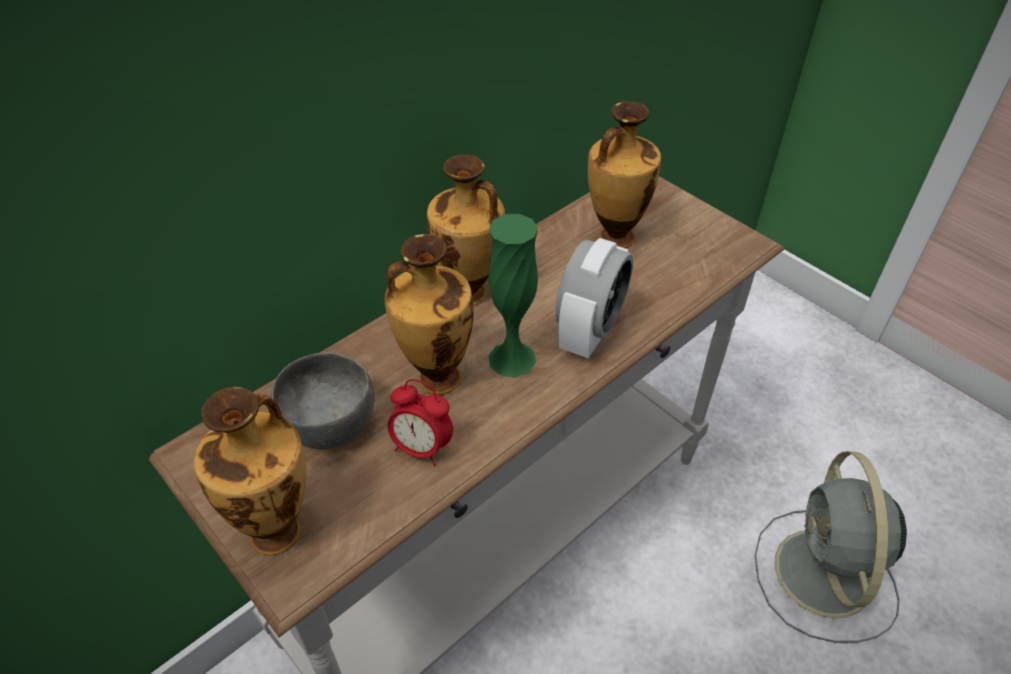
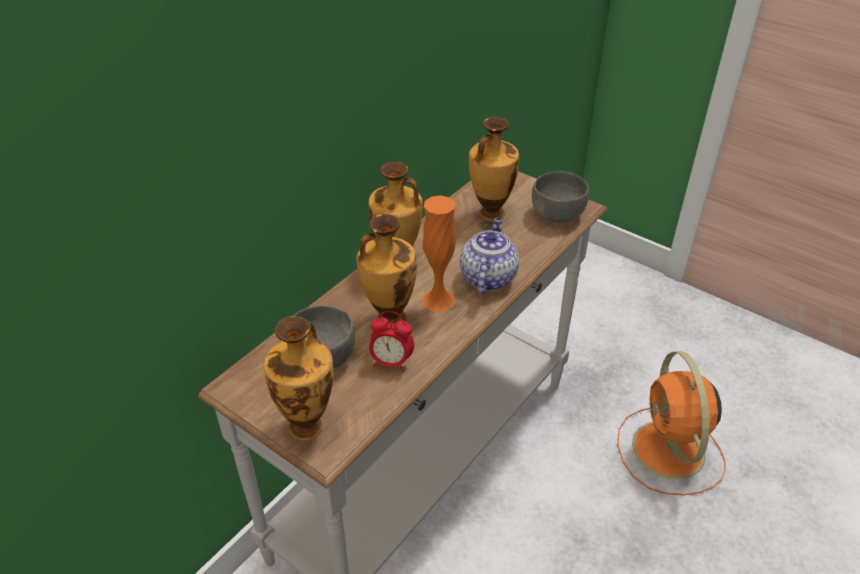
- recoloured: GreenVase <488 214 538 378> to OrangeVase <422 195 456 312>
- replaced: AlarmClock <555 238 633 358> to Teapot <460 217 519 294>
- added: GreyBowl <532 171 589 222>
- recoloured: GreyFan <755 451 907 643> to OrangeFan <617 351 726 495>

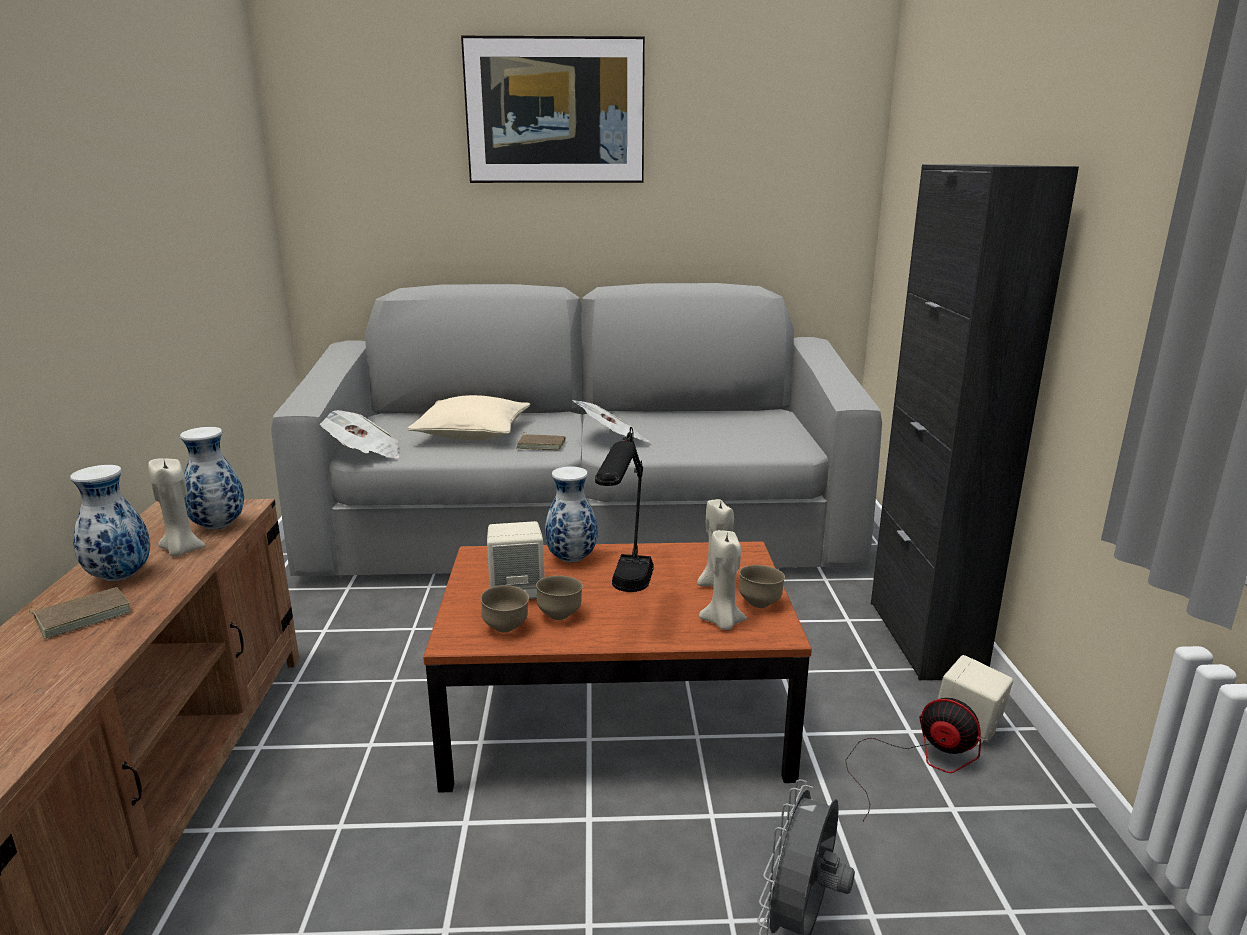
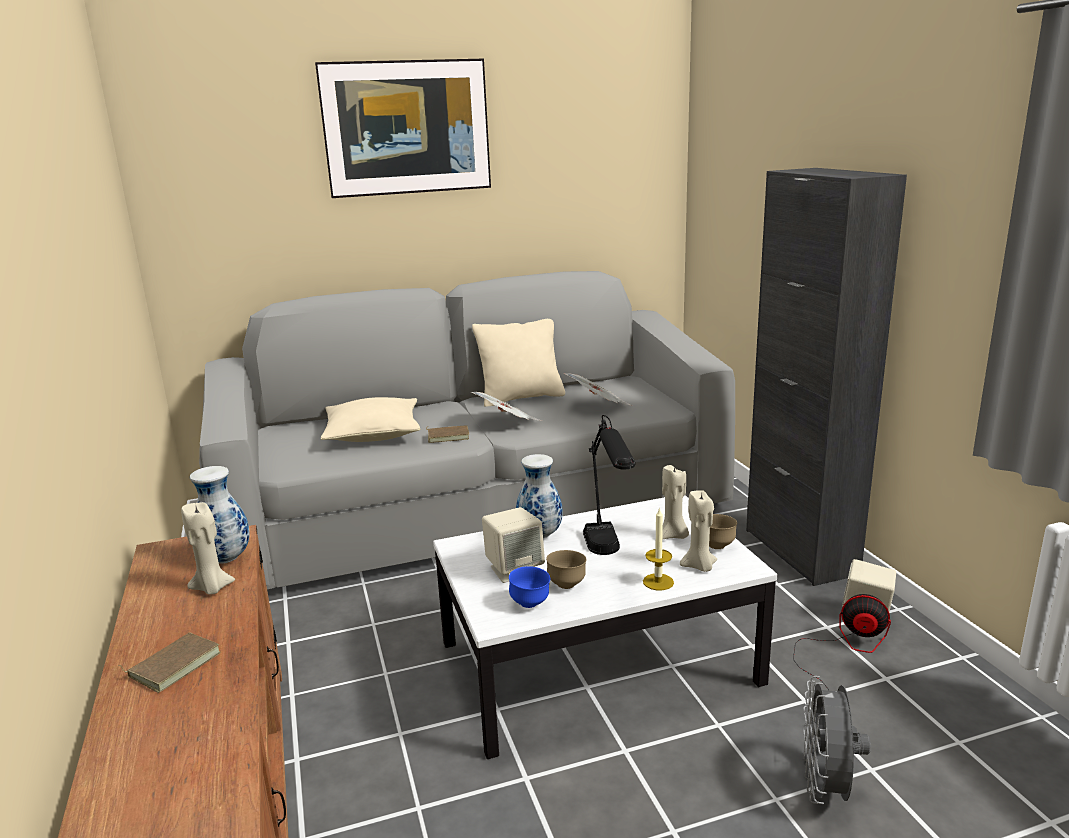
- recoloured: BrownCoffeeTable <423 541 812 793> to WhiteCoffeeTable <433 495 777 759>
- added: BeigePillow <472 319 565 407>
- recoloured: BrownBowl <481 585 529 632> to BlueBowl <509 566 550 608>
- moved: Newspaper <320 410 399 459> to <564 373 630 405>
- added: Candle <643 507 674 590>
- removed: Vase <70 465 150 581>

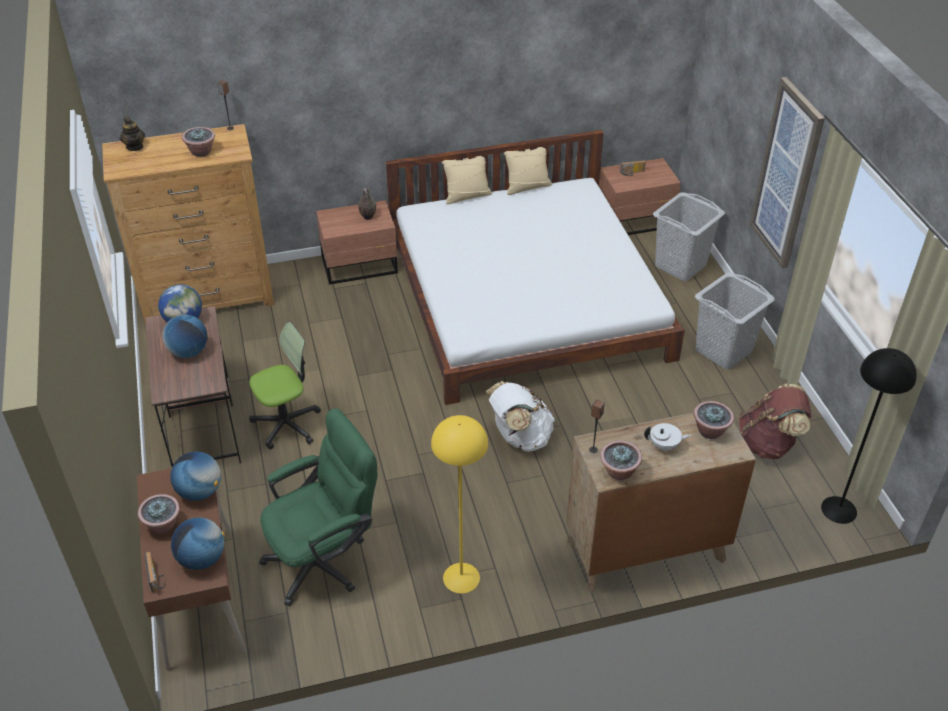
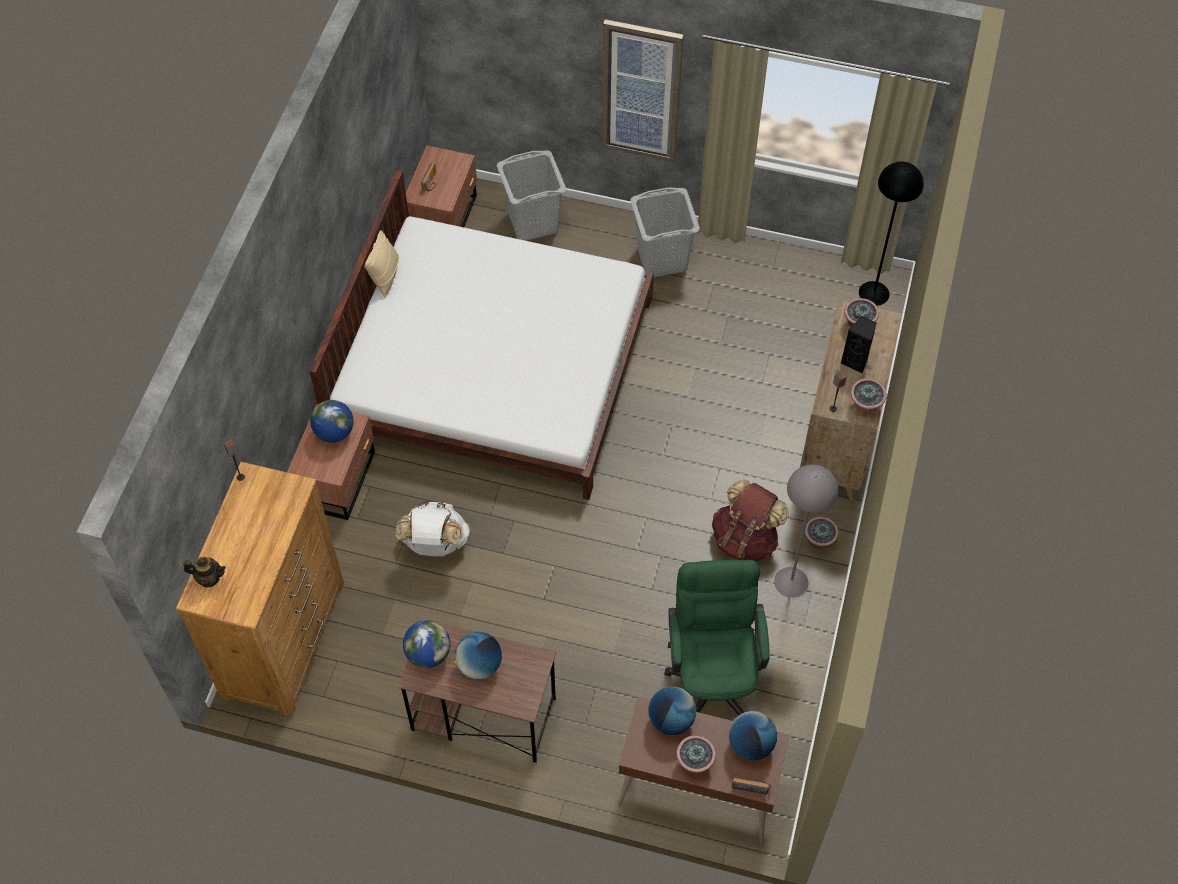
- replaced: Vase <358 188 376 220> to Globe <310 400 353 443>
- moved: WhiteBackpack <486 381 555 452> to <396 501 470 556>
- moved: BrownBackpack <739 384 812 459> to <712 479 789 561>
- recoloured: YellowFloorLamp <431 415 488 594> to GreyFloorLamp <774 464 838 598>
- moved: PottedPlant <182 127 215 157> to <805 517 839 549>
- replaced: WhiteTeapot <644 423 691 451> to BlackSpeaker <841 316 877 373>
- removed: OfficeChair <249 322 321 449>
- removed: BeigePillow <442 156 492 204>

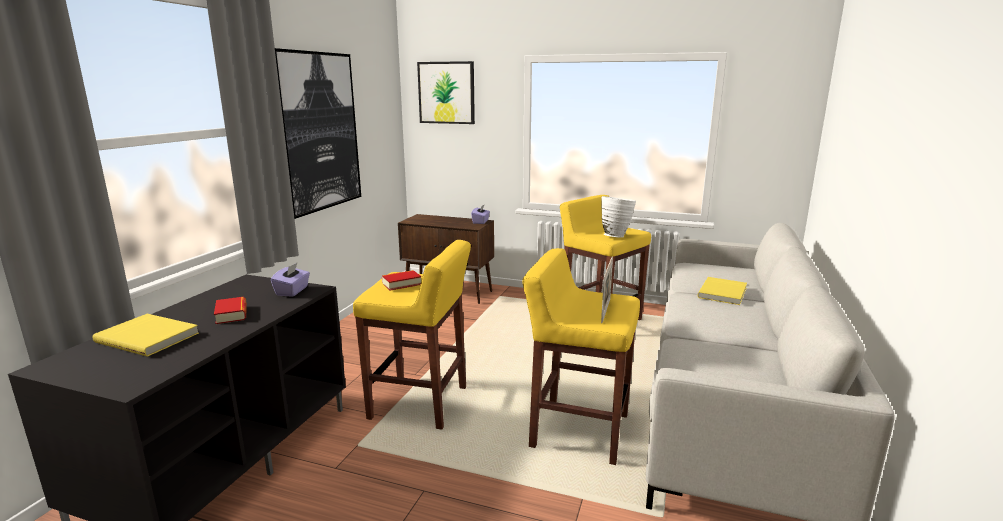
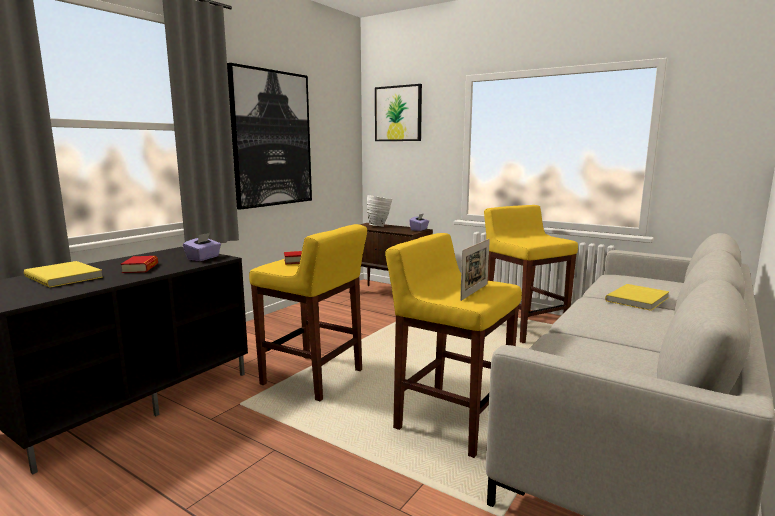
- moved: WhiteVase <601 196 636 237> to <367 195 392 227>

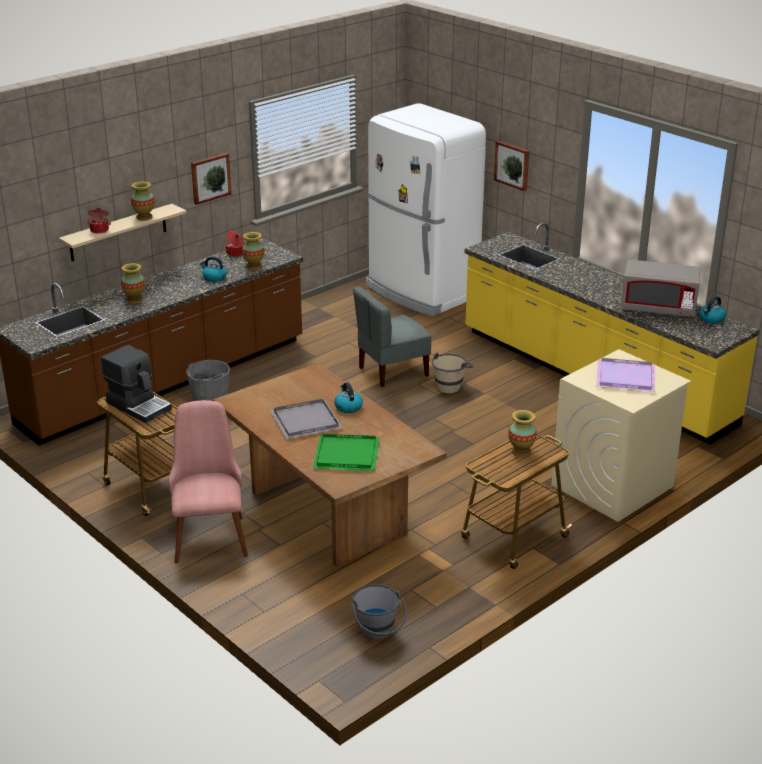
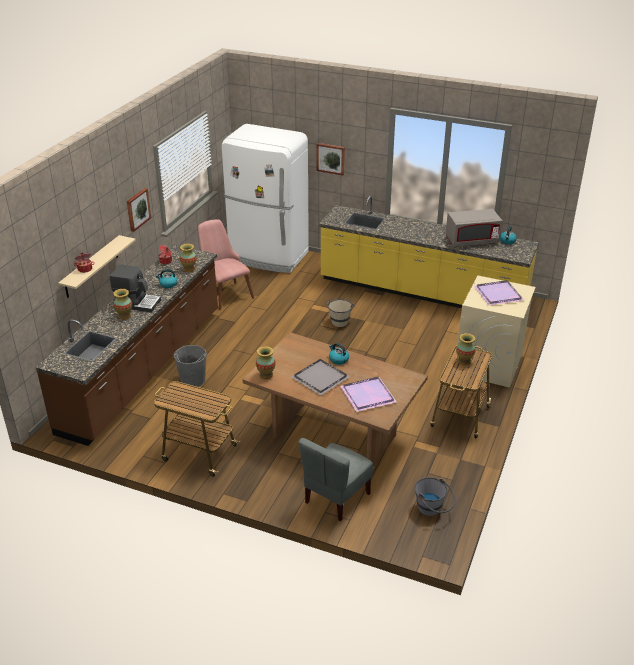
- moved: CoffeeMachine <101 345 172 423> to <110 264 161 313>
- moved: PinkChair <168 400 248 563> to <198 219 254 310>
- moved: Vase <131 181 155 221> to <256 346 275 379>
- moved: GreyChair <353 286 431 387> to <298 438 373 521>
- recoloured: GreenTray <313 434 380 471> to PurpleTray <340 377 397 412>

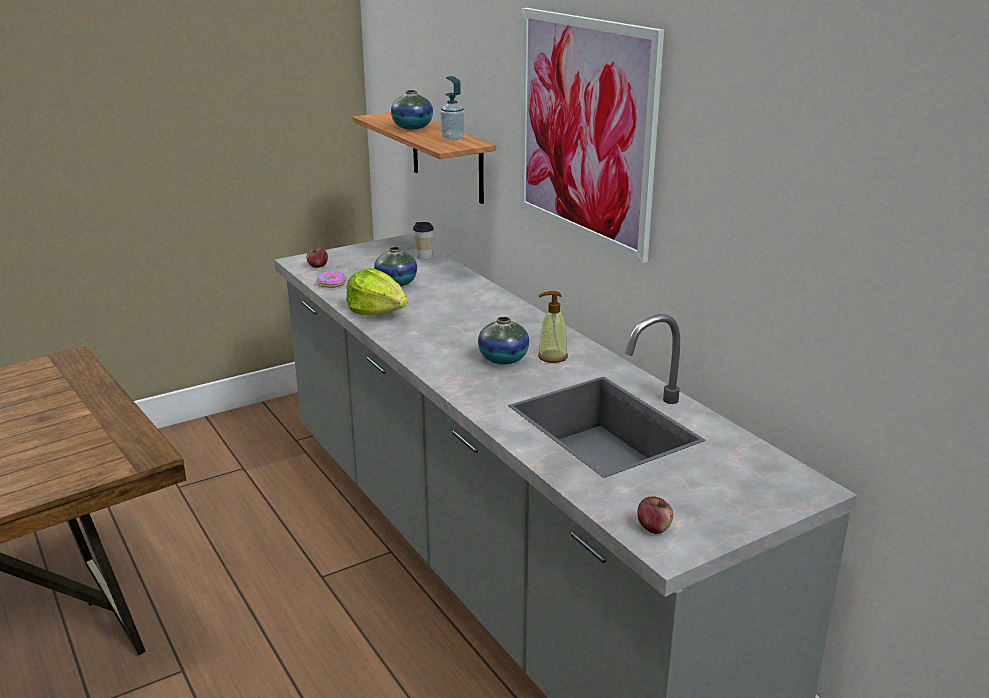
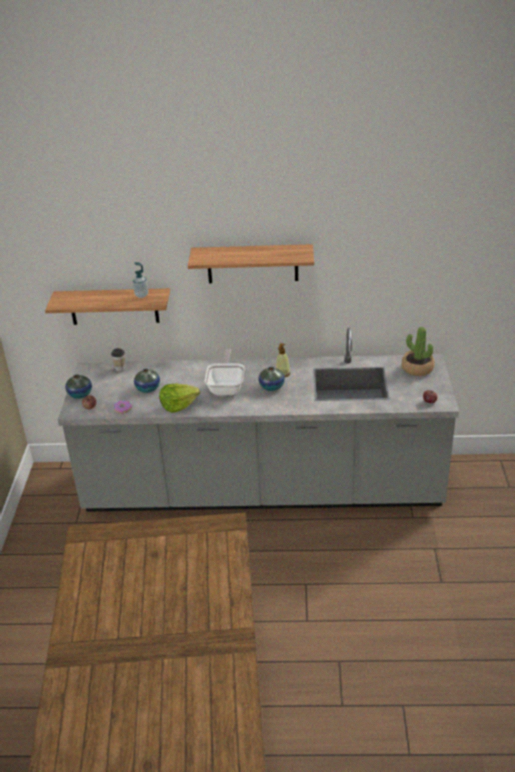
- moved: Vase <391 90 433 129> to <65 374 92 399>
- replaced: Picture <520 8 664 263> to Shelf <188 244 314 283>
- added: FryingPan <205 349 245 395>
- added: PottedPlant <402 327 434 376>

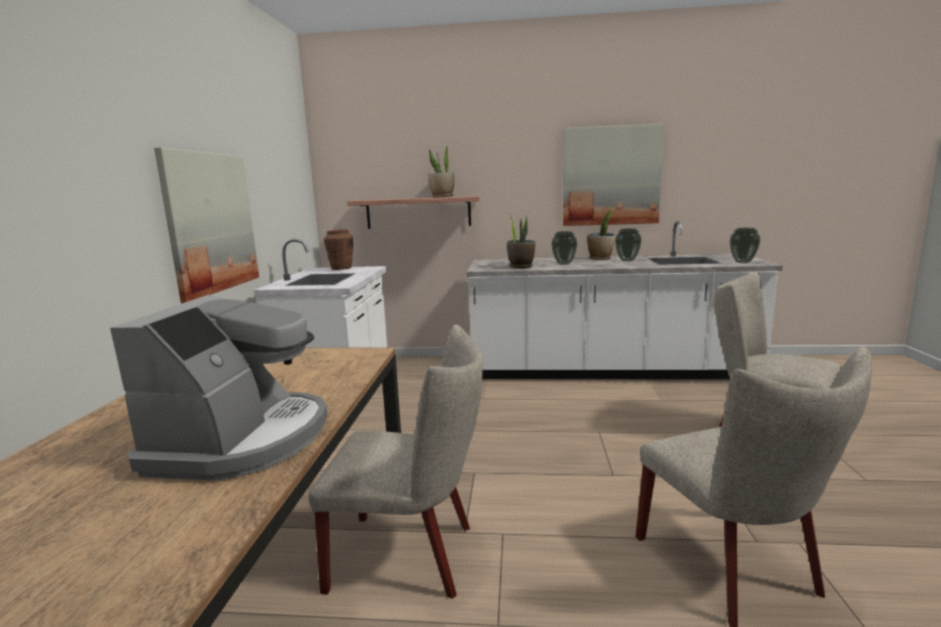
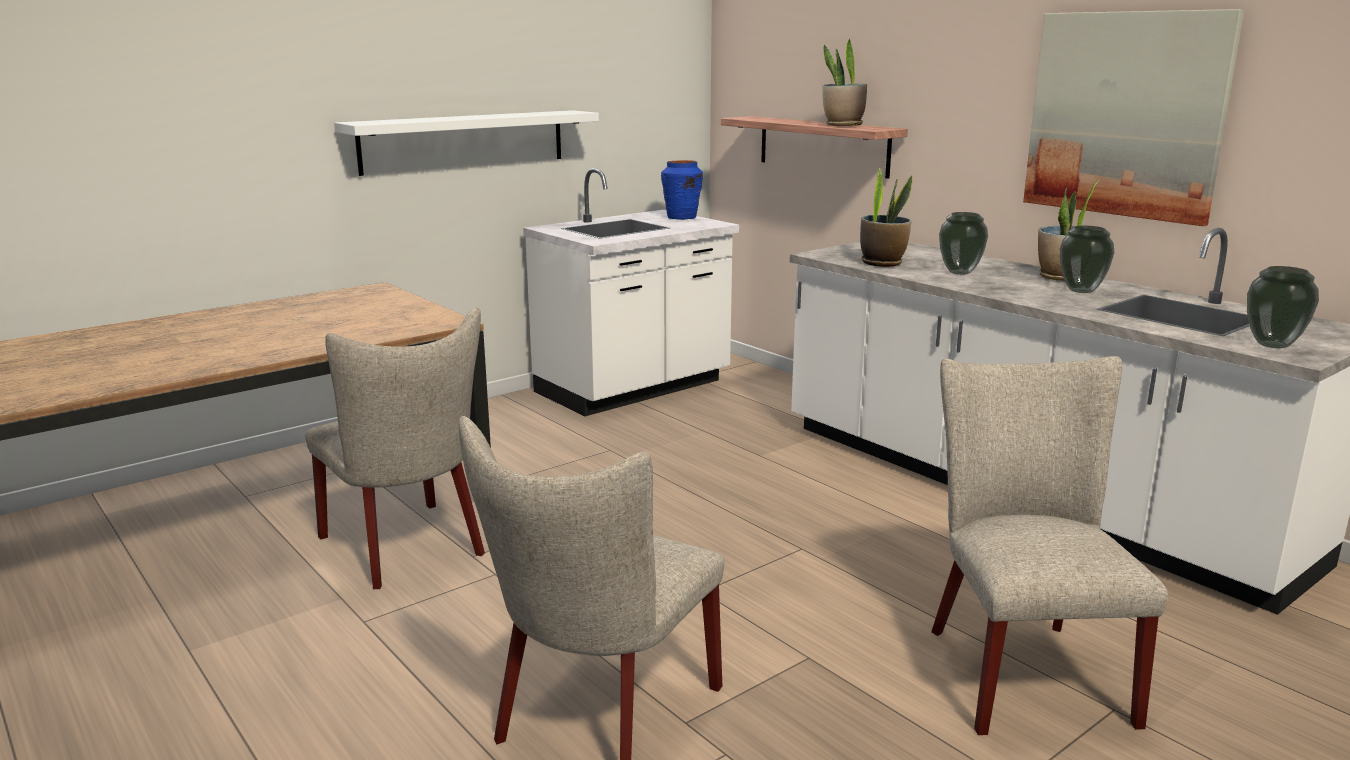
- replaced: Picture <154 148 259 303> to WhiteShelf <334 110 599 176>
- recoloured: BrownVase <324 230 353 270> to BlueVase <661 160 703 220>
- removed: CoffeeMachine <110 295 328 480>

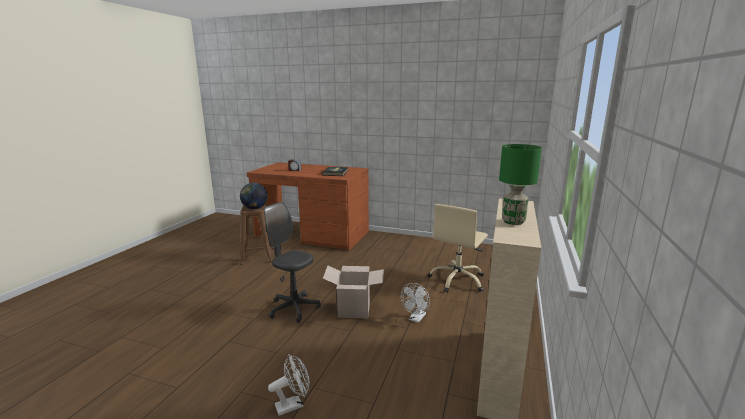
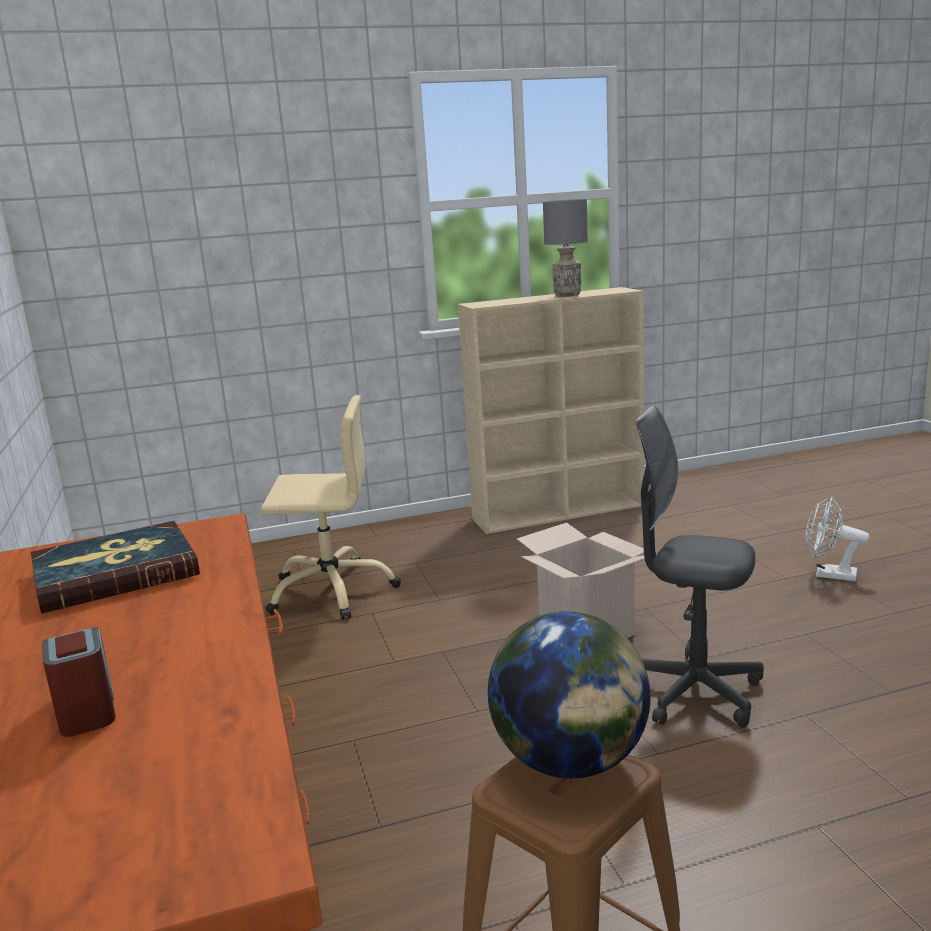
- recoloured: GreenTableLamp <499 144 542 225> to GreyTableLamp <543 199 588 297>
- turned: GreyOfficeChair <264 202 321 323> = <635 406 764 728> 120 degrees clockwise
- removed: WhiteFan <401 283 430 323>

